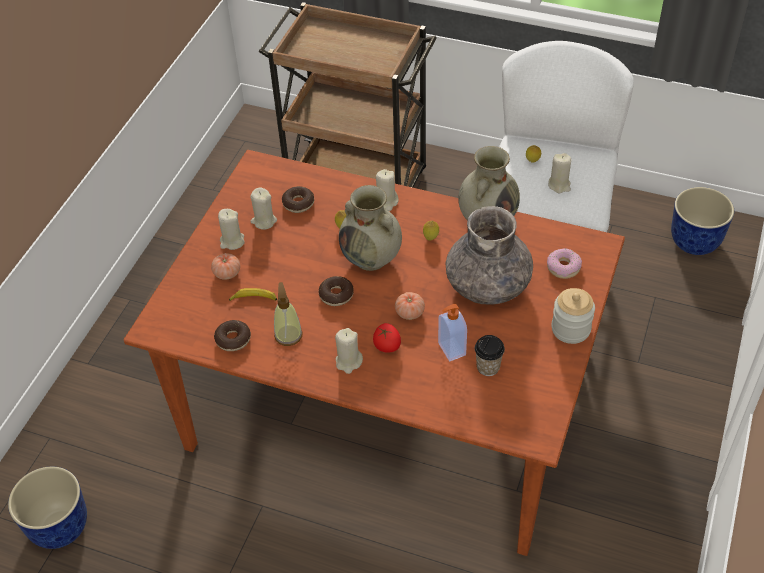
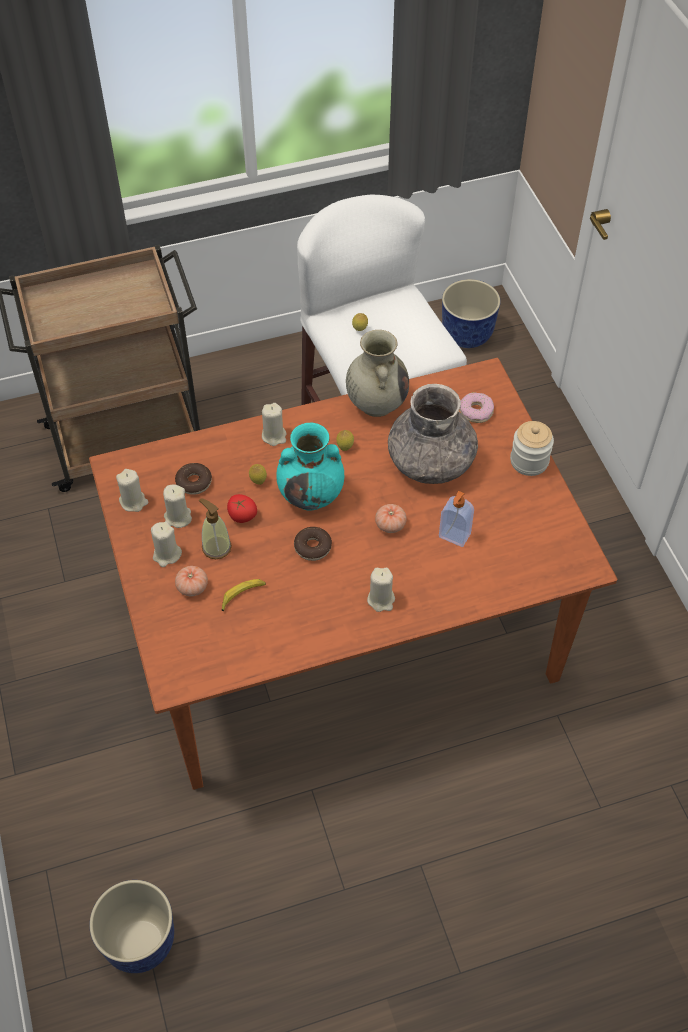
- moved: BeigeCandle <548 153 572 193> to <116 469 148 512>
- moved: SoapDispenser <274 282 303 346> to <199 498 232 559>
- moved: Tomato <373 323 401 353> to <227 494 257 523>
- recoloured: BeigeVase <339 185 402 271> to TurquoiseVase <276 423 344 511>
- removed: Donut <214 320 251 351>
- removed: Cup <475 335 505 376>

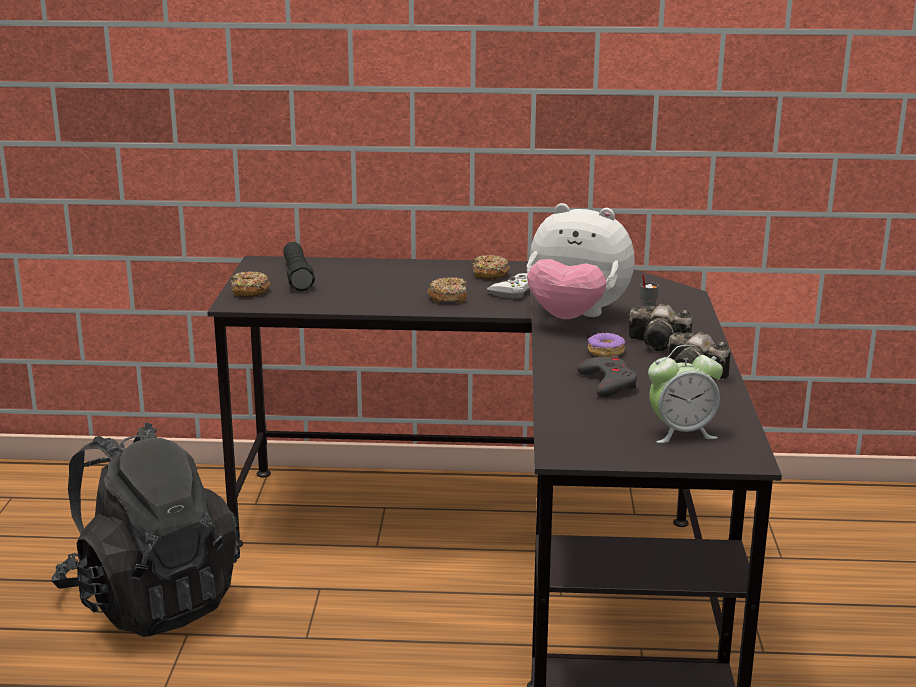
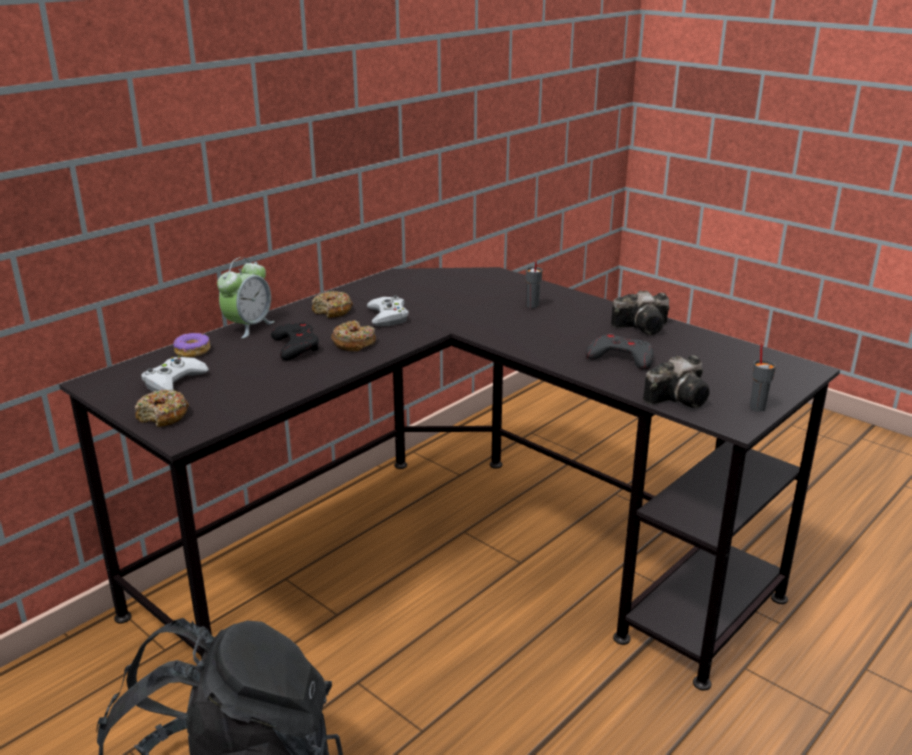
- replaced: BlackFlashlight <283 242 315 291> to WhiteGameController <141 356 209 392>
- moved: Donut <588 332 625 357> to <173 333 210 357>
- moved: AlarmClock <648 345 723 443> to <217 257 275 338>
- added: BlackGameController <271 322 319 360>
- moved: PhotoCamera <628 303 692 351> to <643 355 709 408>
- added: GreyCup <750 344 776 412>
- removed: PlushToy <527 203 635 319>

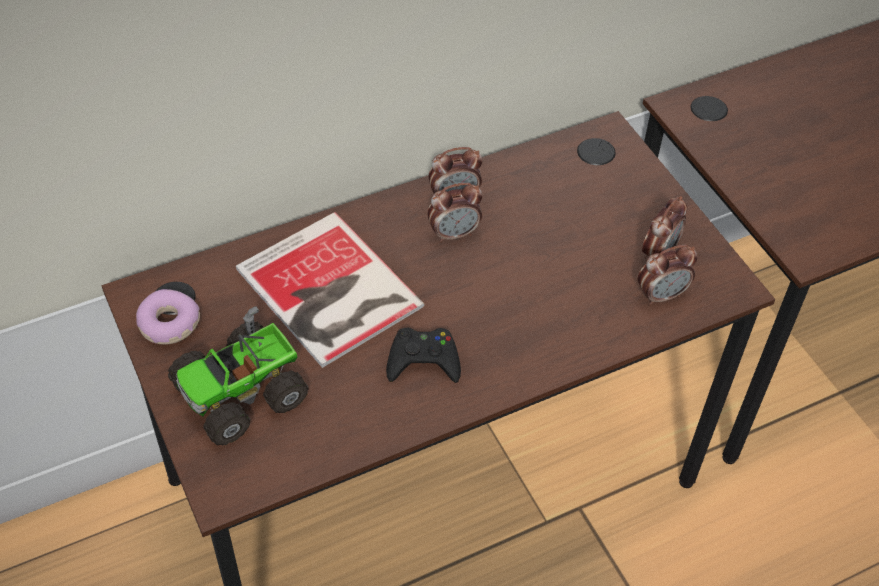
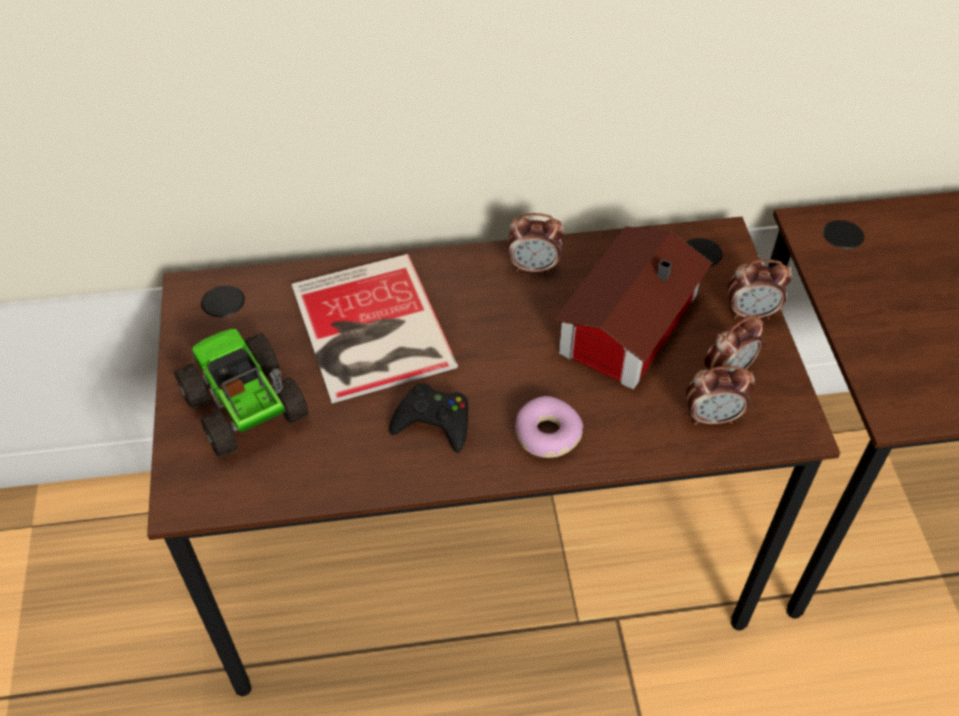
- turned: ToyTruck <168 306 309 446> = <174 329 309 458> 75 degrees clockwise
- moved: Donut <136 289 200 344> to <515 396 583 458>
- added: ToyHouse <554 226 712 389>
- moved: AlarmClock <427 183 483 243> to <728 260 792 319>

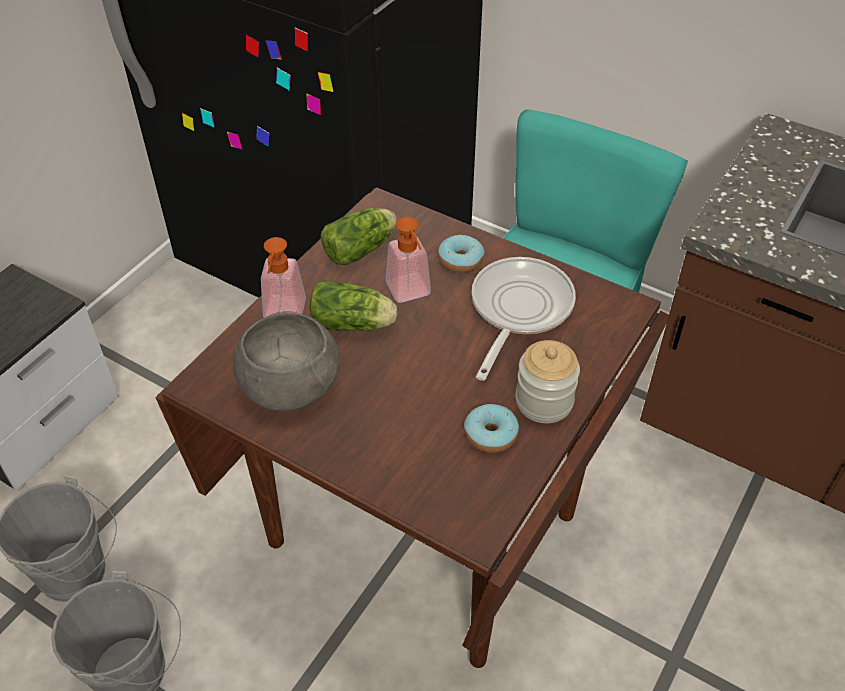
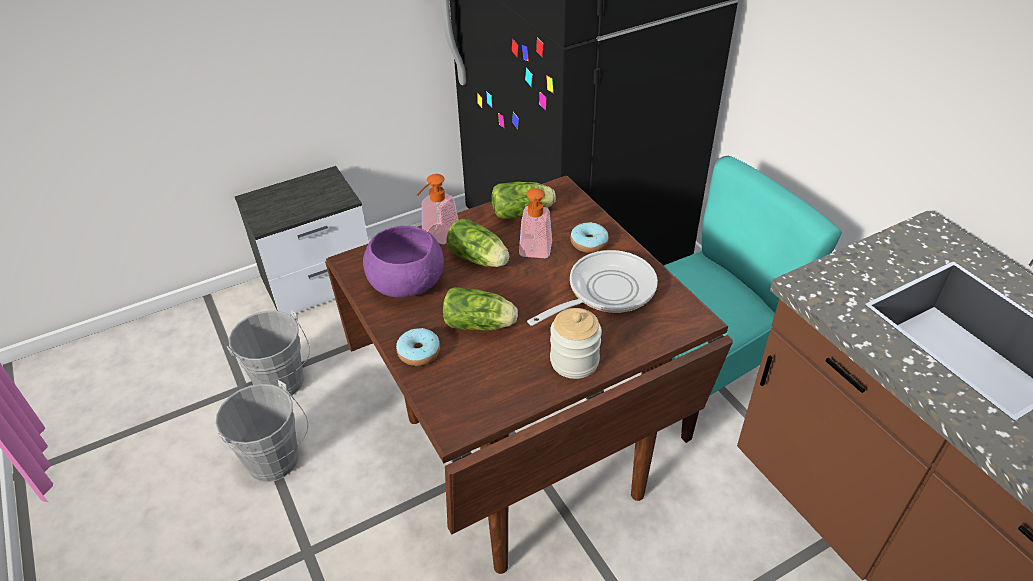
- recoloured: GreyBowl <233 313 340 411> to PurpleBowl <363 226 444 298>
- moved: Donut <464 404 519 453> to <396 328 440 366>
- added: Lettuce <442 287 518 331>

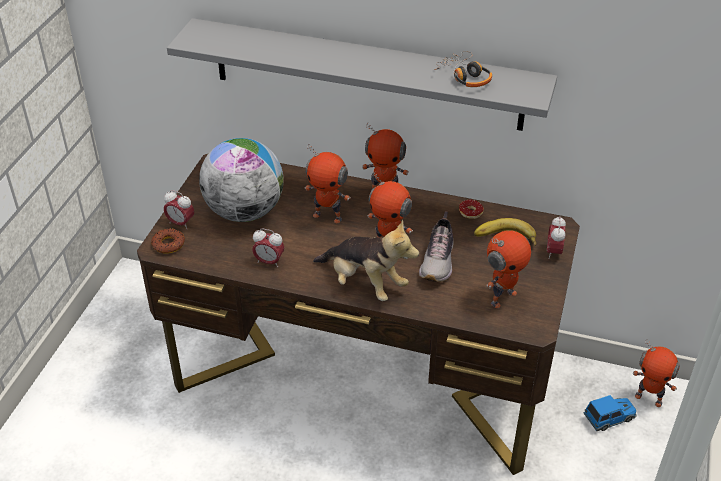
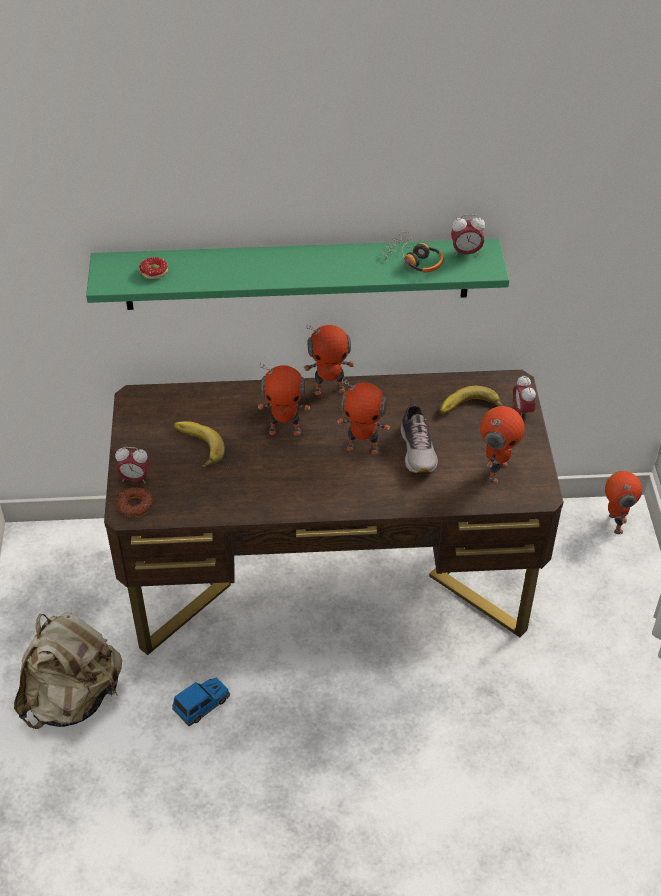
- added: BeigeBackpack <14 613 122 729>
- recoloured: GreyShelf <167 18 557 131> to GreenShelf <86 239 509 310>
- moved: Donut <459 200 484 219> to <139 257 168 279>
- moved: ToyCar <584 395 637 431> to <172 677 230 727>
- replaced: Globe <199 138 284 222> to Banana <174 421 225 468>
- moved: AlarmClock <252 228 284 267> to <451 214 485 257>
- turned: ToyRobot <633 339 680 407> = <605 471 642 534> 105 degrees counterclockwise
- removed: PlushToy <313 219 419 301>

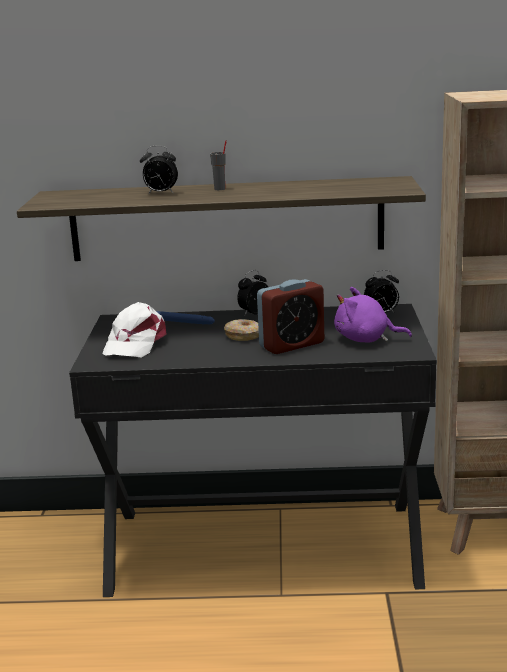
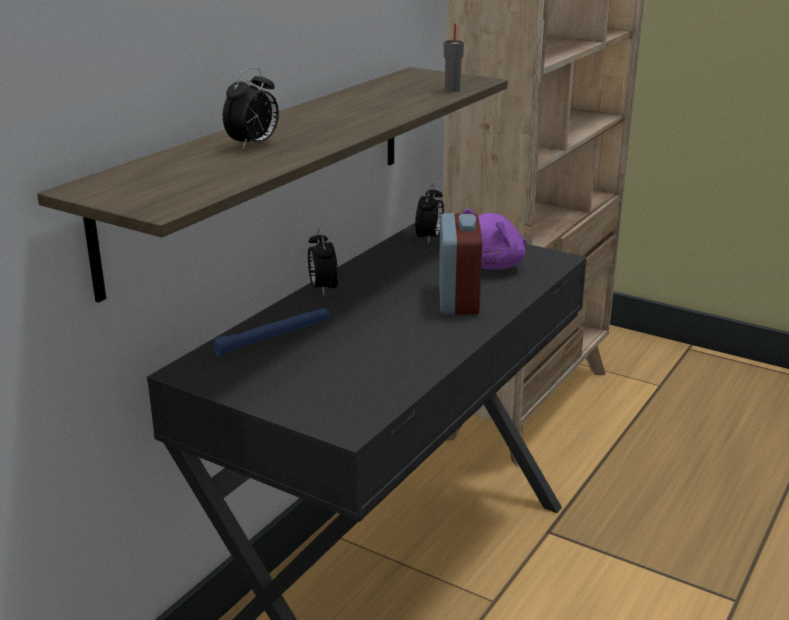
- moved: GreyCup <210 140 227 190> to <444 24 464 92>
- removed: WhiteCap <102 302 167 358>
- removed: Donut <224 319 259 341>

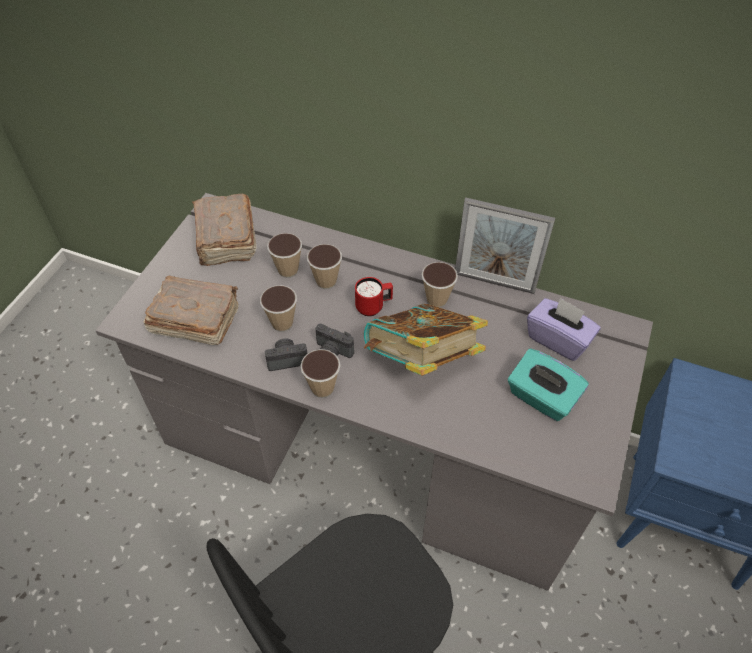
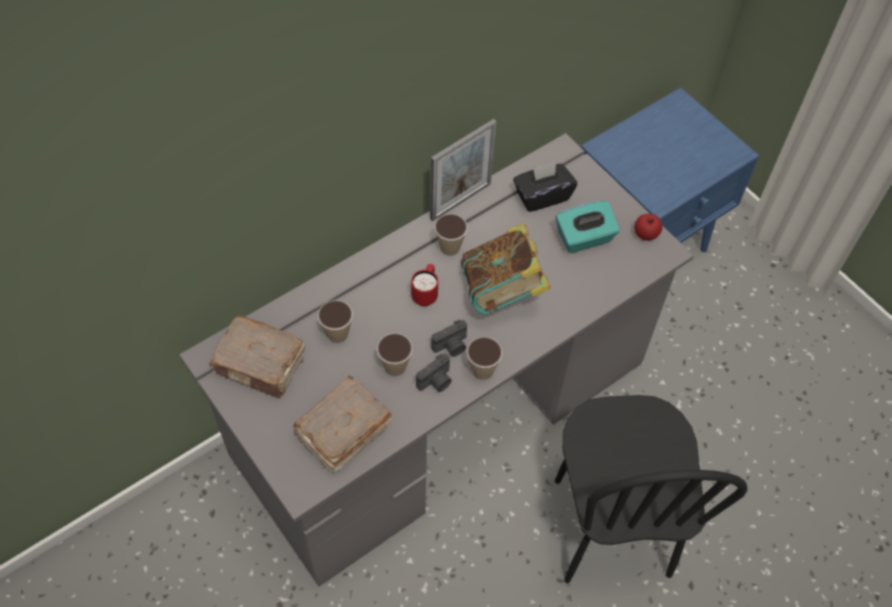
- turned: PhotoCamera <265 338 308 371> = <416 354 452 392> 150 degrees counterclockwise
- recoloured: PurpleTissueBox <527 297 601 361> to BlackTissueBox <513 162 577 212>
- added: Apple <634 214 662 241>
- removed: Cup <307 244 342 289>

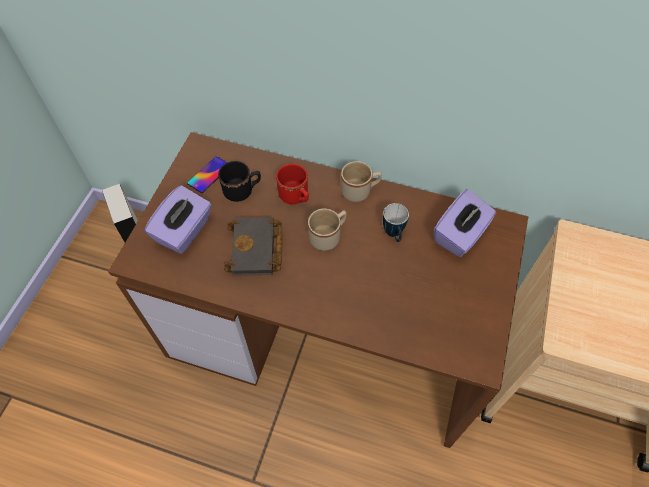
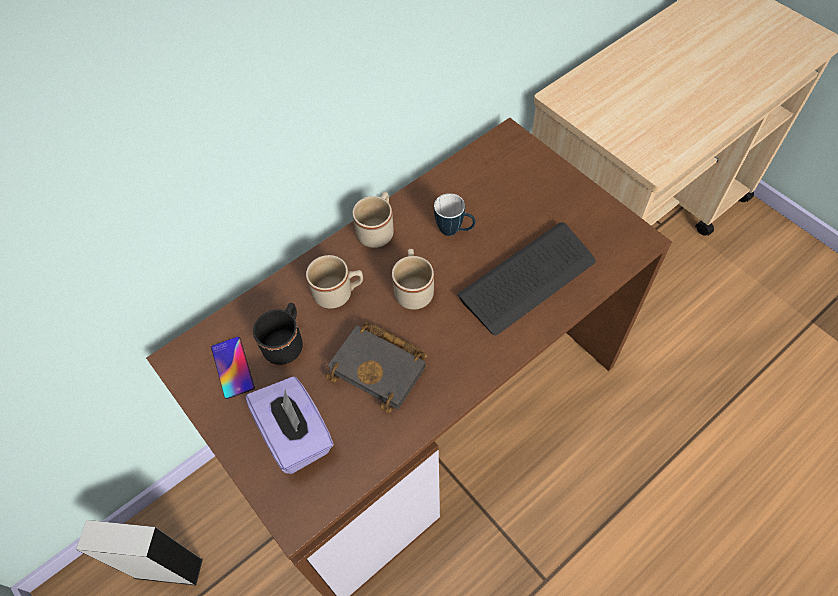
- recoloured: RedMug <276 164 309 204> to BeigeMug <306 255 363 309>
- added: Keyboard <457 222 596 336>
- removed: PurpleTissueBox <434 189 496 257>

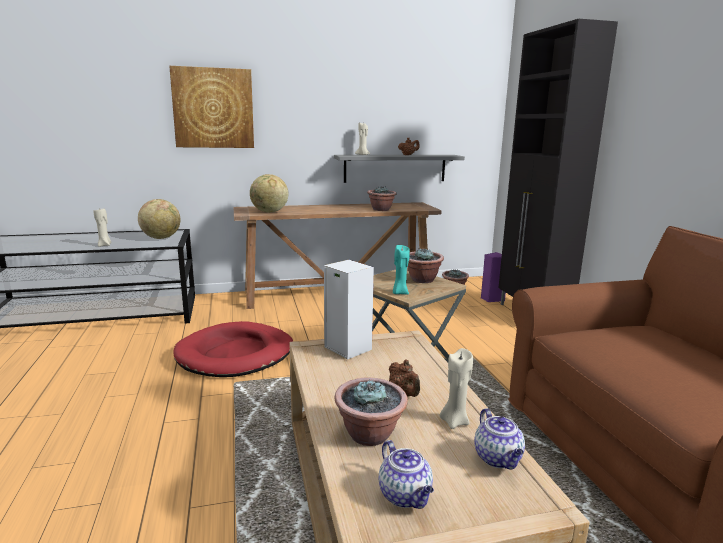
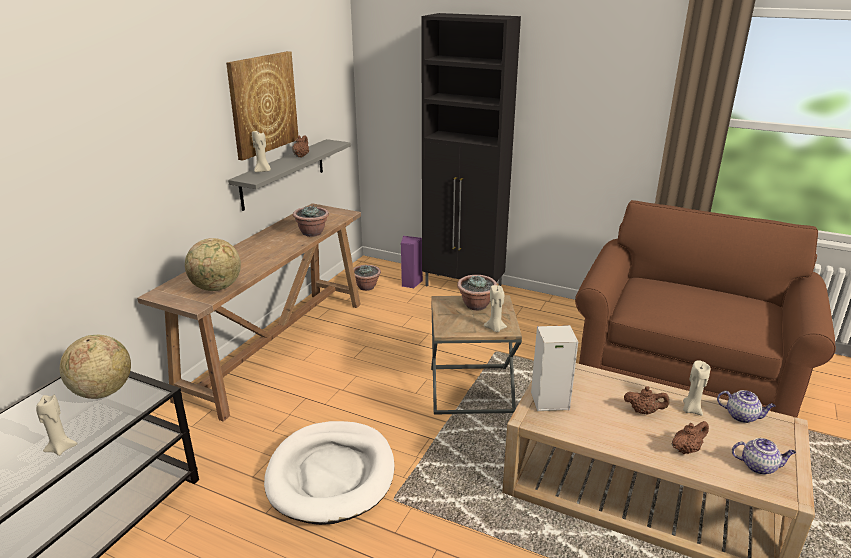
- moved: Picture <169 66 254 148> to <226 51 298 161>
- recoloured: RedDogBed <173 321 293 377> to WhiteDogBed <264 421 394 525>
- recoloured: TurquoiseCandle <393 245 410 294> to BeigeCandle <484 285 507 332>
- replaced: PottedPlant <334 378 408 446> to BrownTeapot <671 421 709 454>

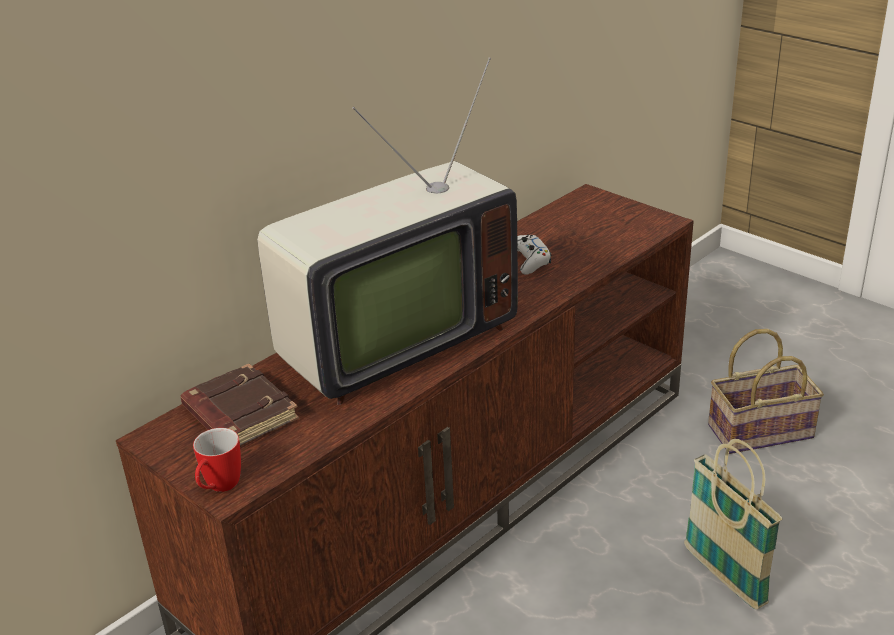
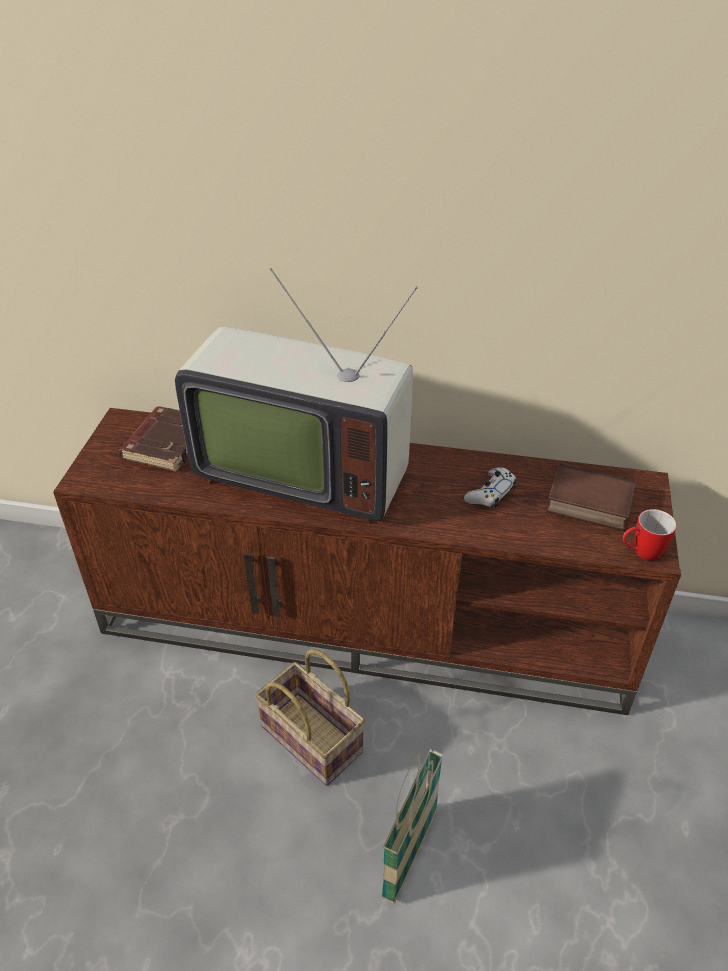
- moved: Basket <708 329 824 454> to <255 649 365 786>
- added: Book <546 464 636 531>
- moved: Mug <193 428 241 492> to <623 509 677 560>

